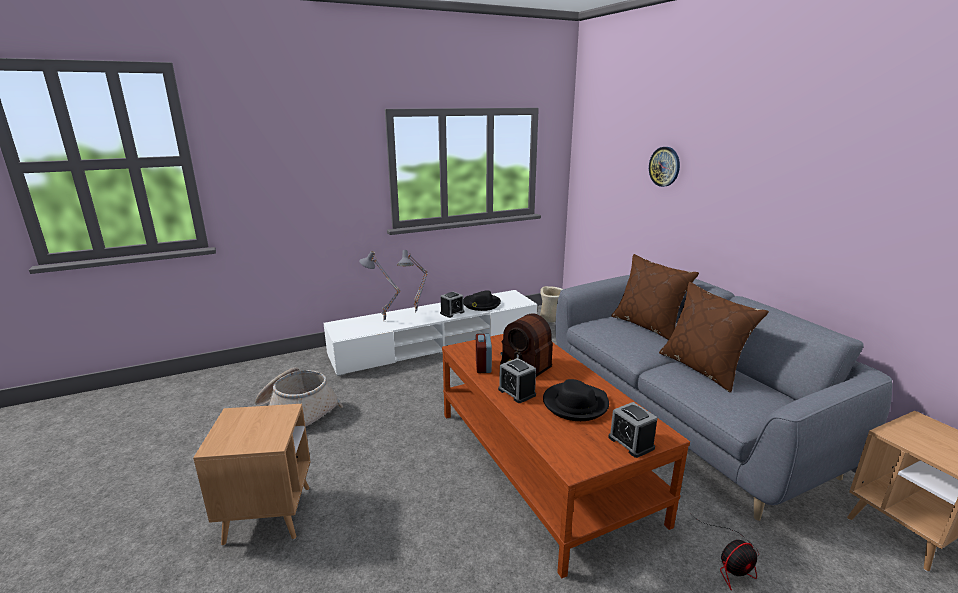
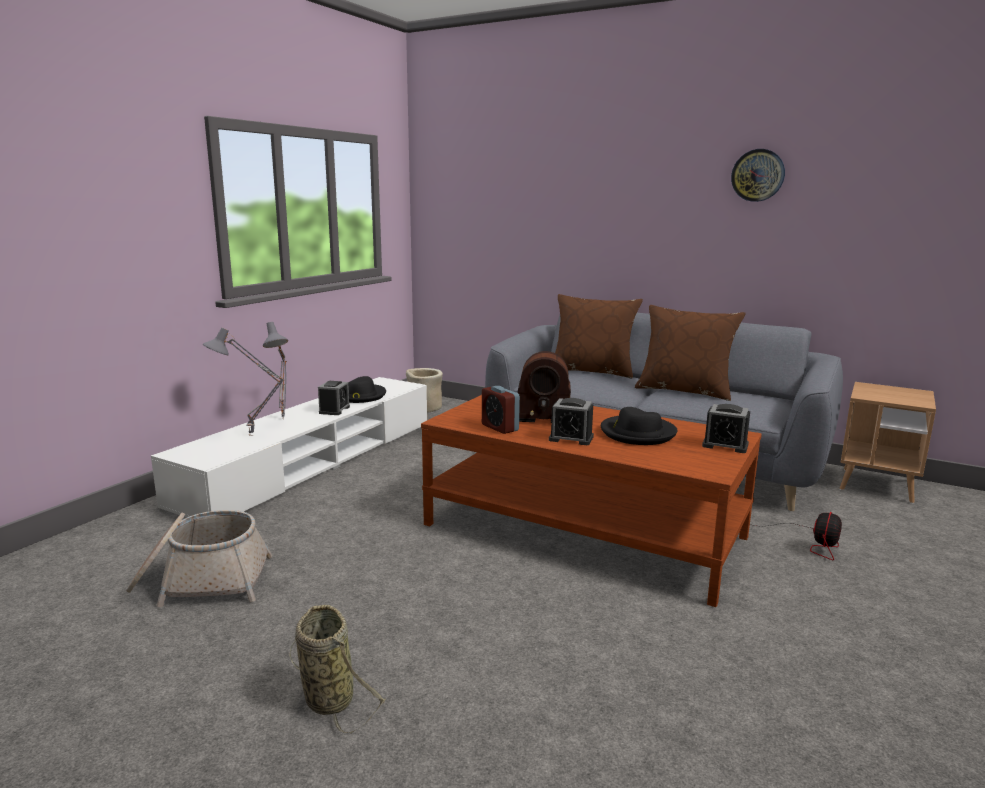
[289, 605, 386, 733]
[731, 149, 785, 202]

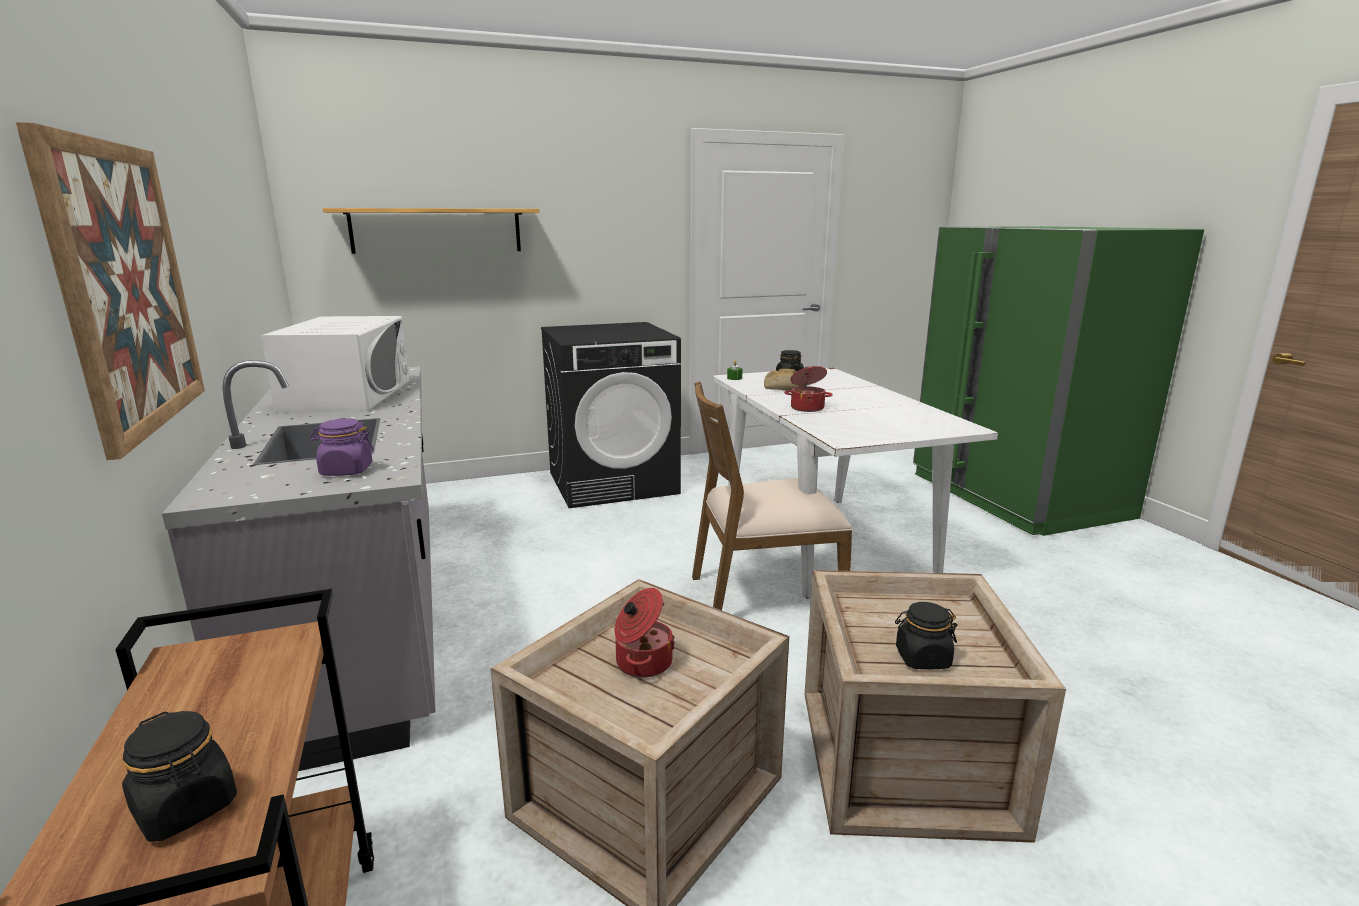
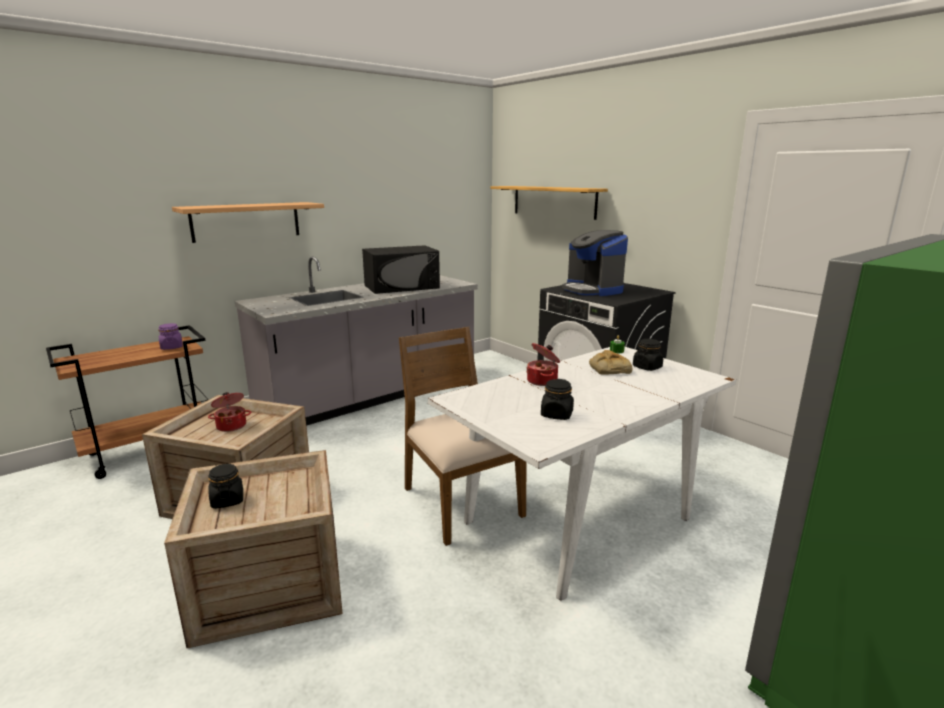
[172, 202, 324, 243]
[541, 379, 574, 420]
[362, 245, 440, 294]
[158, 323, 183, 350]
[562, 230, 628, 296]

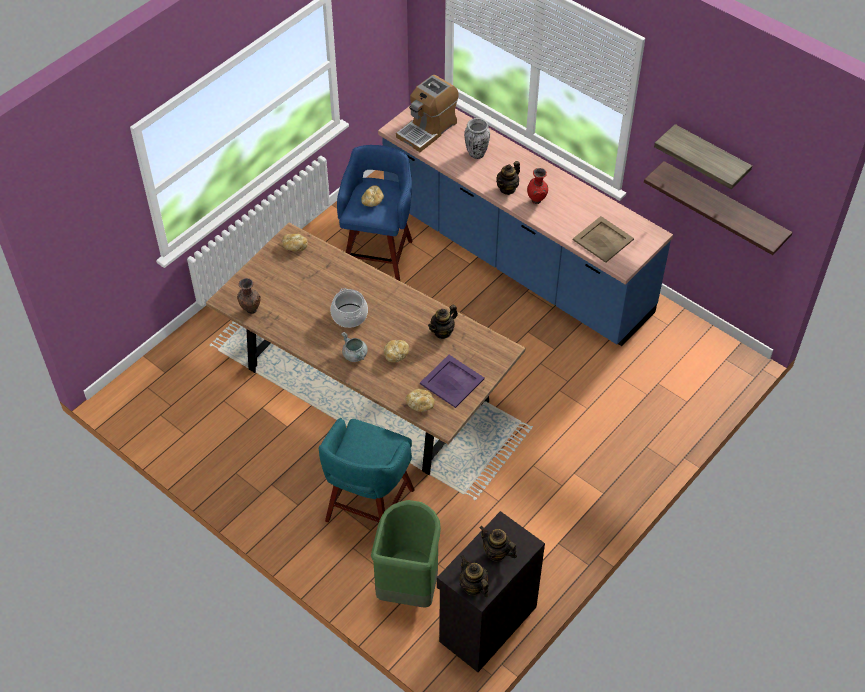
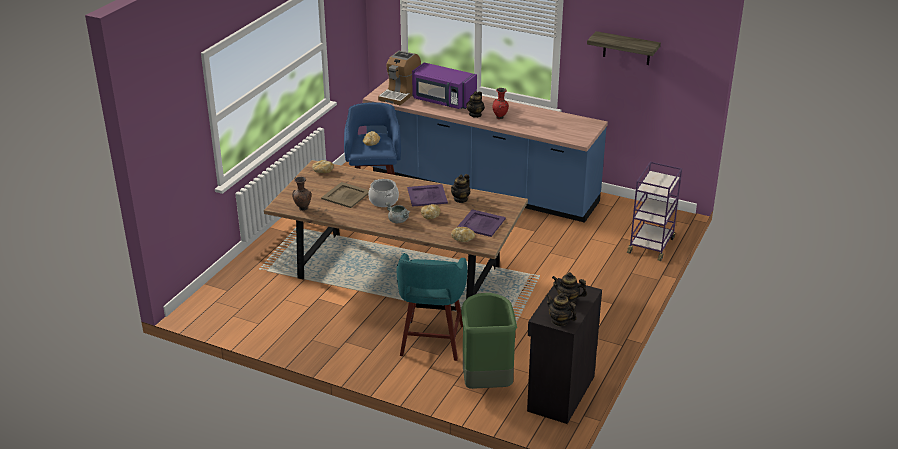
[412, 62, 477, 109]
[321, 182, 369, 208]
[644, 161, 793, 255] (first image)
[407, 184, 448, 207]
[627, 162, 682, 261]

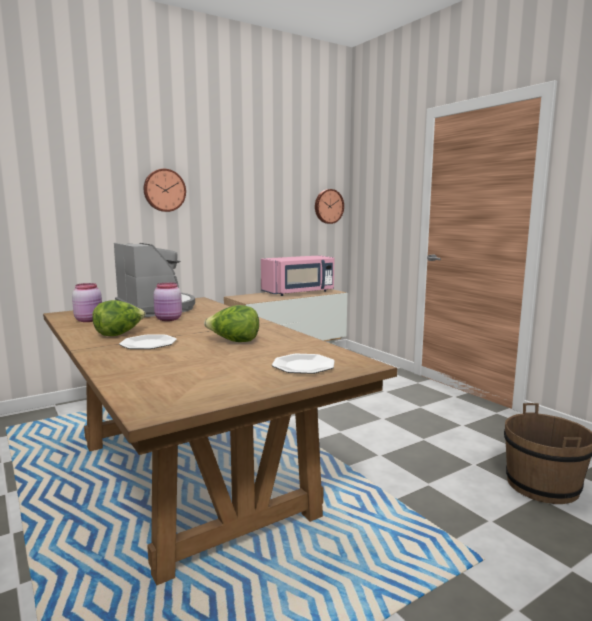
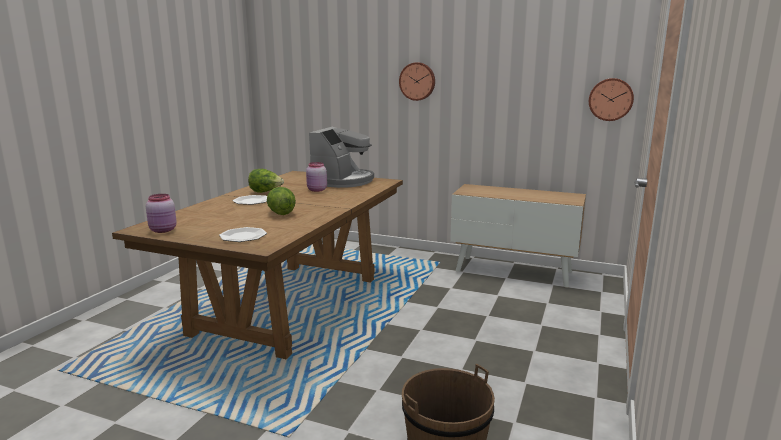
[146, 194, 177, 233]
[261, 255, 334, 296] (first image)

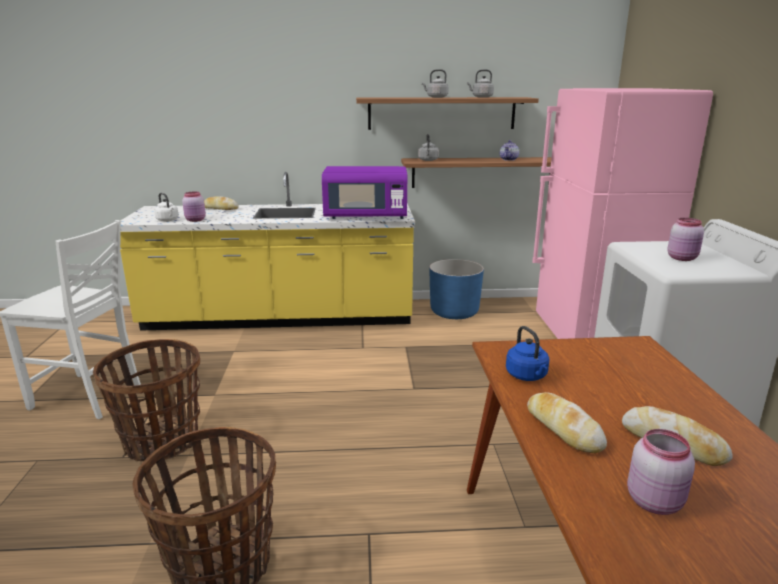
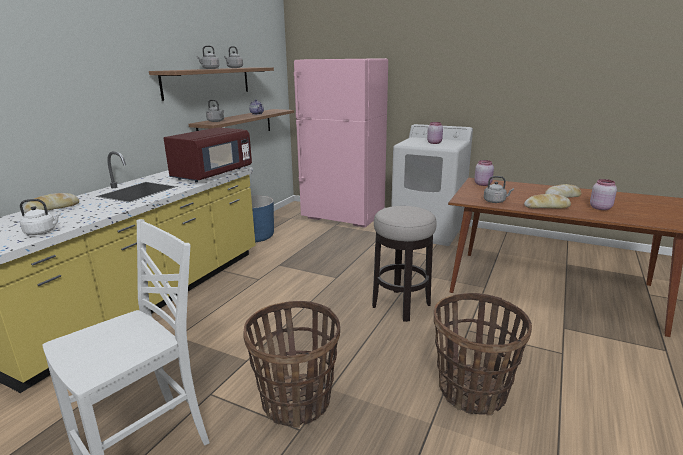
[474, 160, 494, 186]
[164, 127, 252, 182]
[484, 176, 514, 203]
[372, 206, 437, 322]

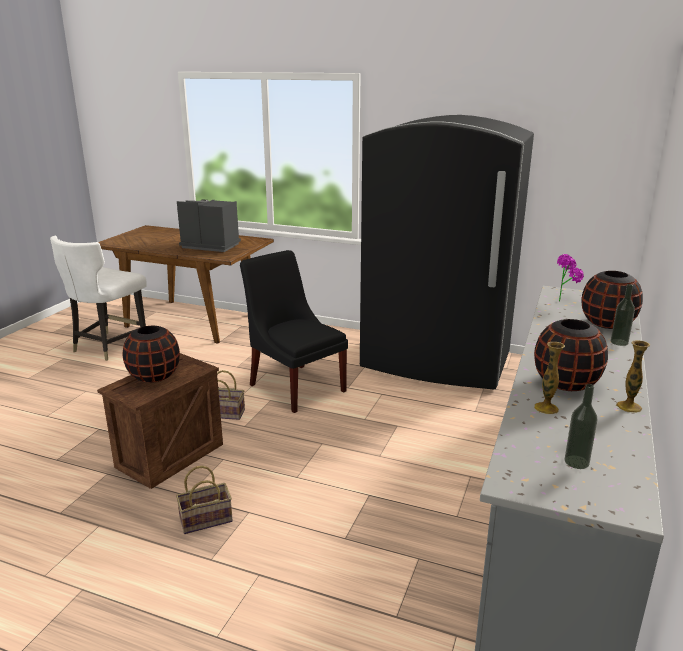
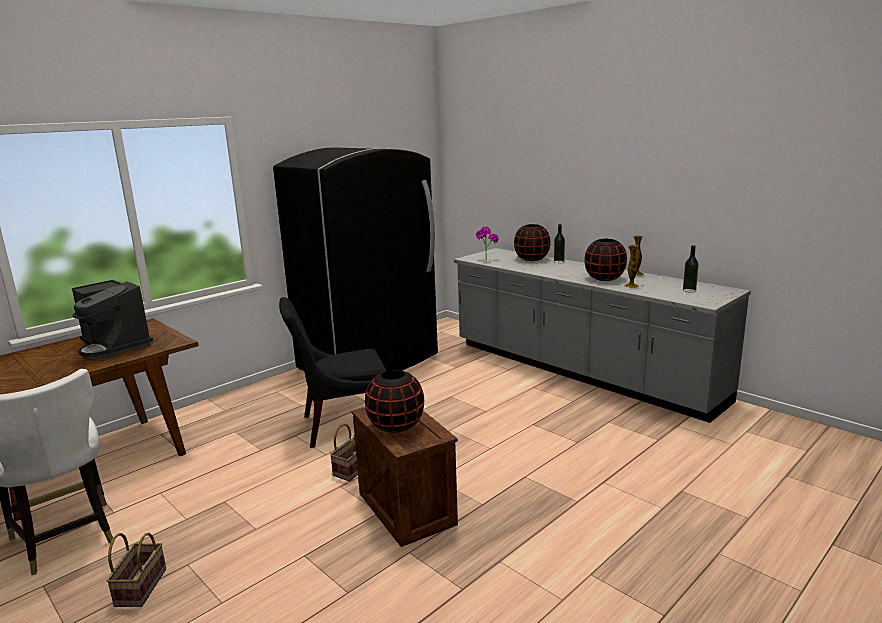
[106, 533, 166, 607]
[72, 280, 153, 360]

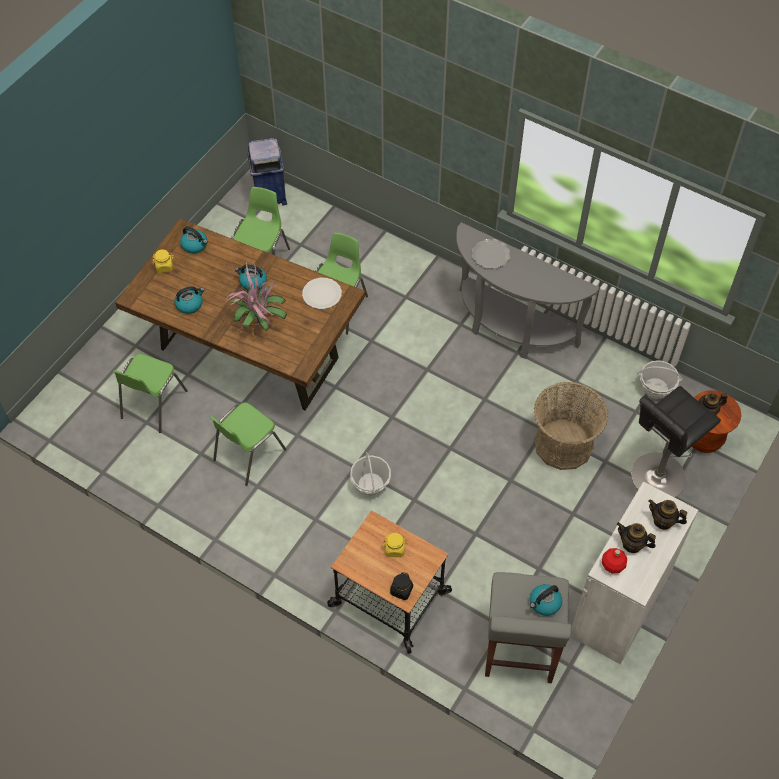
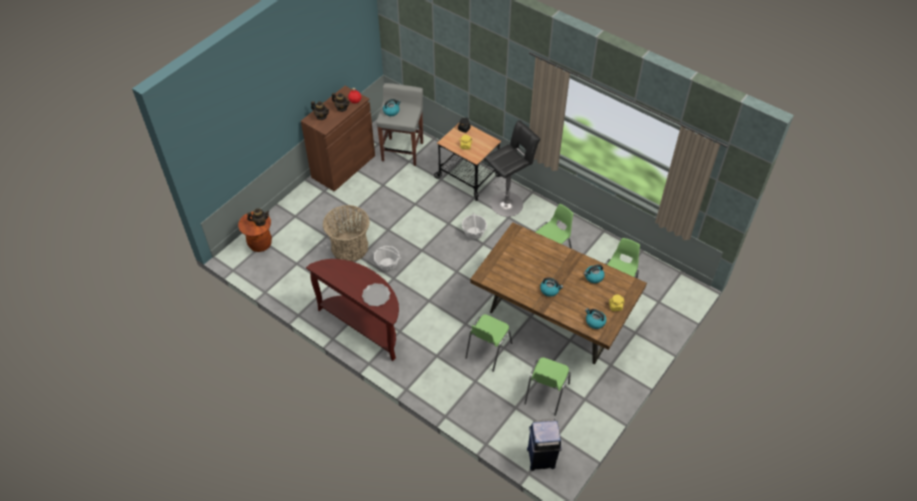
[227, 263, 287, 338] (first image)
[302, 278, 342, 309] (first image)
[306, 259, 399, 361]
[301, 86, 375, 192]
[485, 120, 540, 217]
[373, 246, 401, 271]

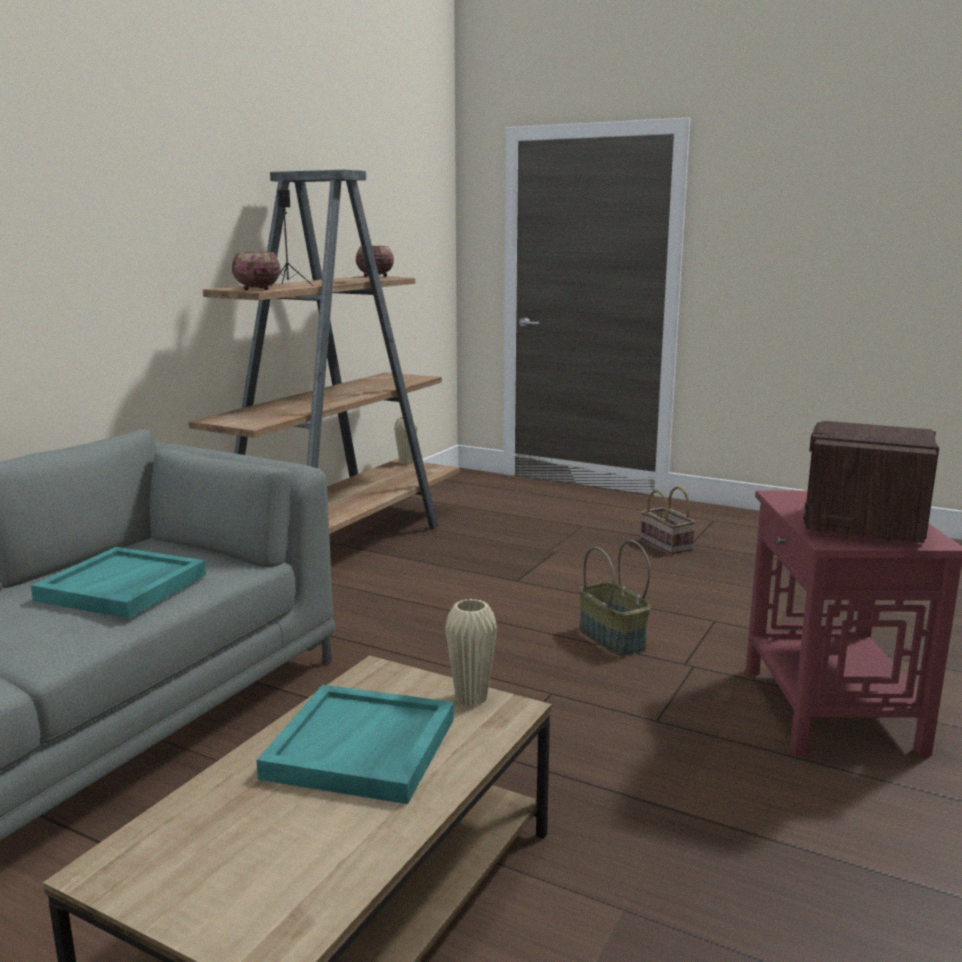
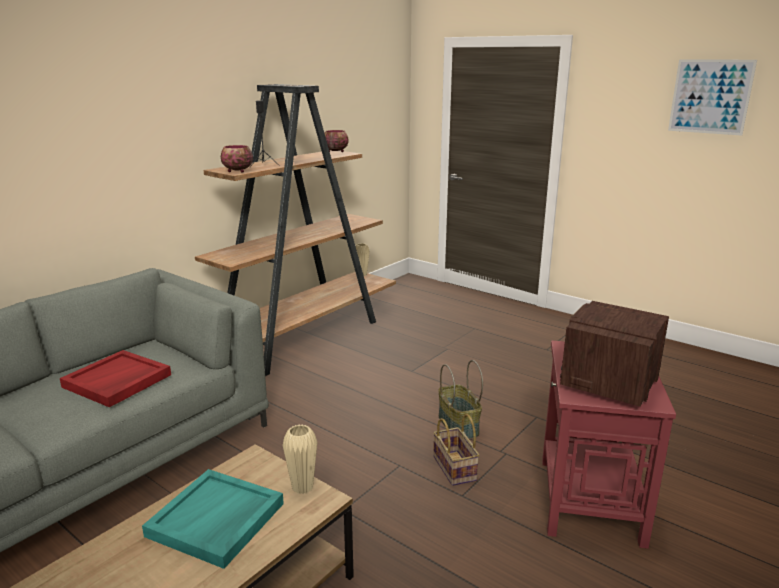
[60, 350, 171, 407]
[433, 414, 480, 486]
[668, 59, 757, 136]

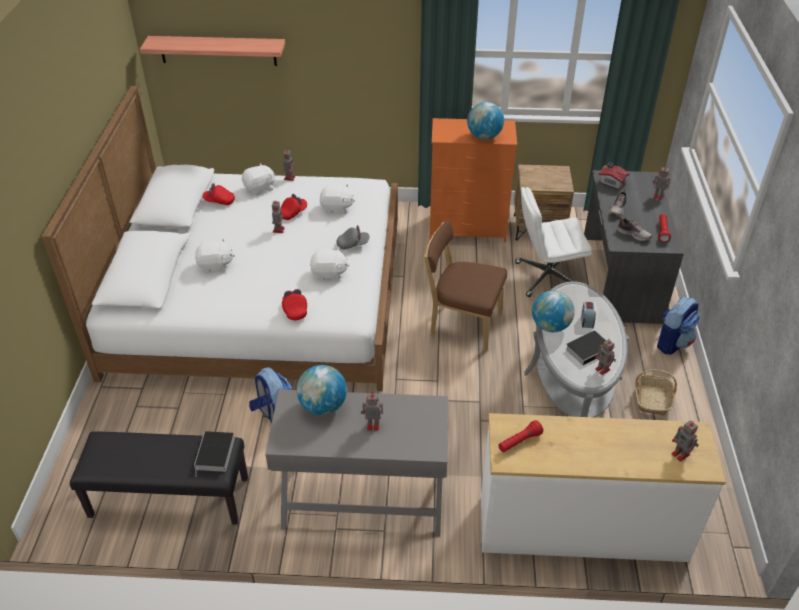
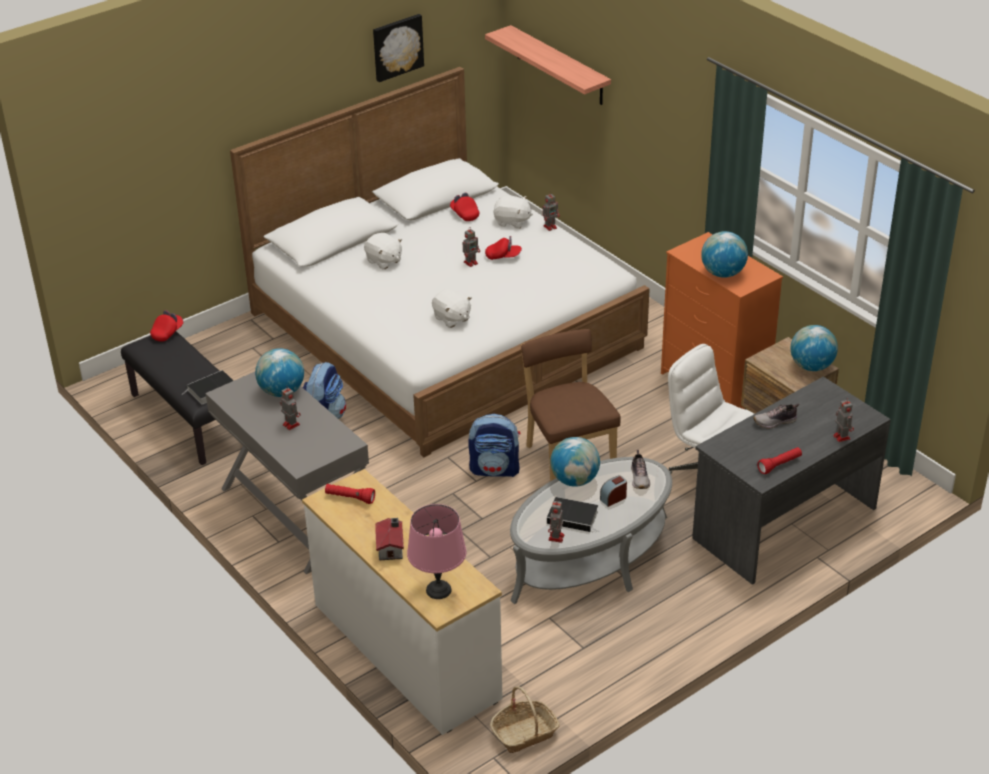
[150, 310, 183, 342]
[319, 184, 356, 214] (first image)
[336, 225, 370, 250] (first image)
[375, 518, 404, 560]
[631, 450, 650, 489]
[490, 686, 559, 753]
[468, 414, 520, 477]
[407, 504, 466, 599]
[373, 14, 424, 82]
[791, 325, 838, 371]

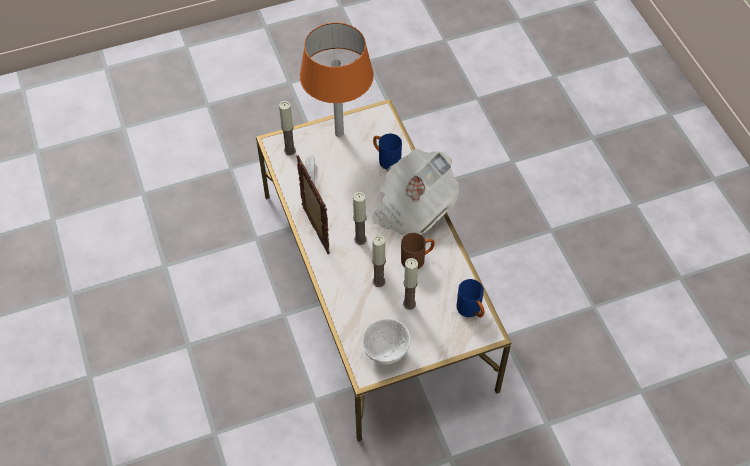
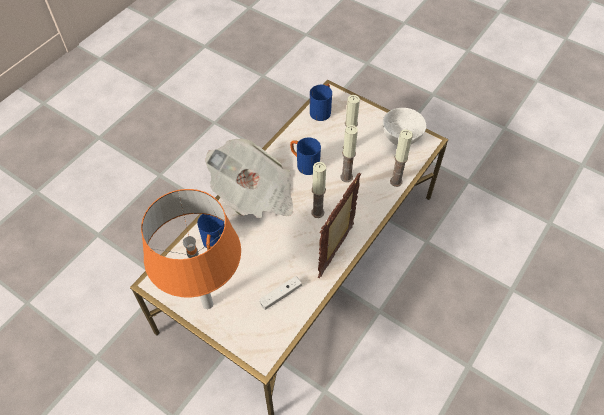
[390, 129, 413, 187]
[290, 137, 321, 175]

